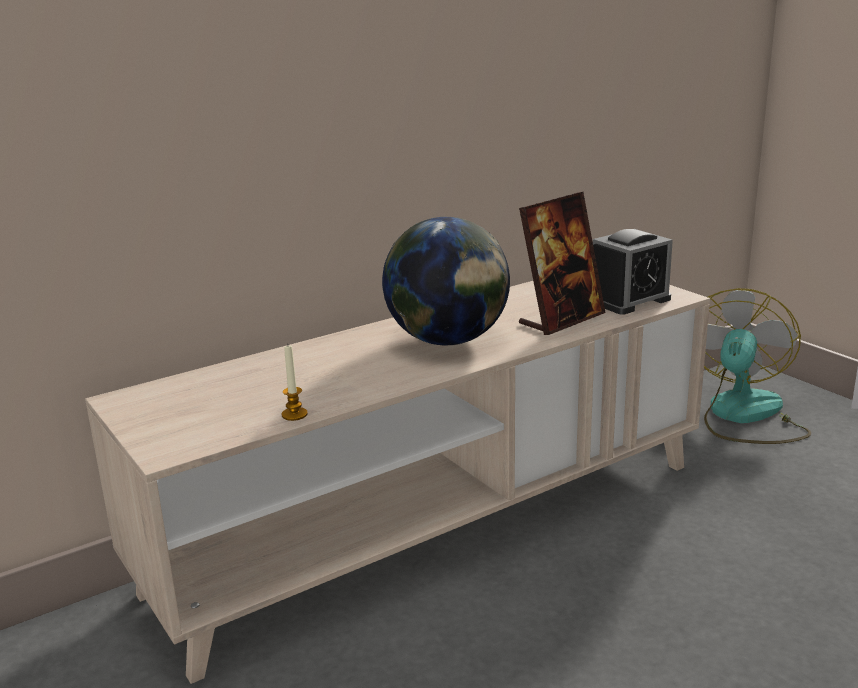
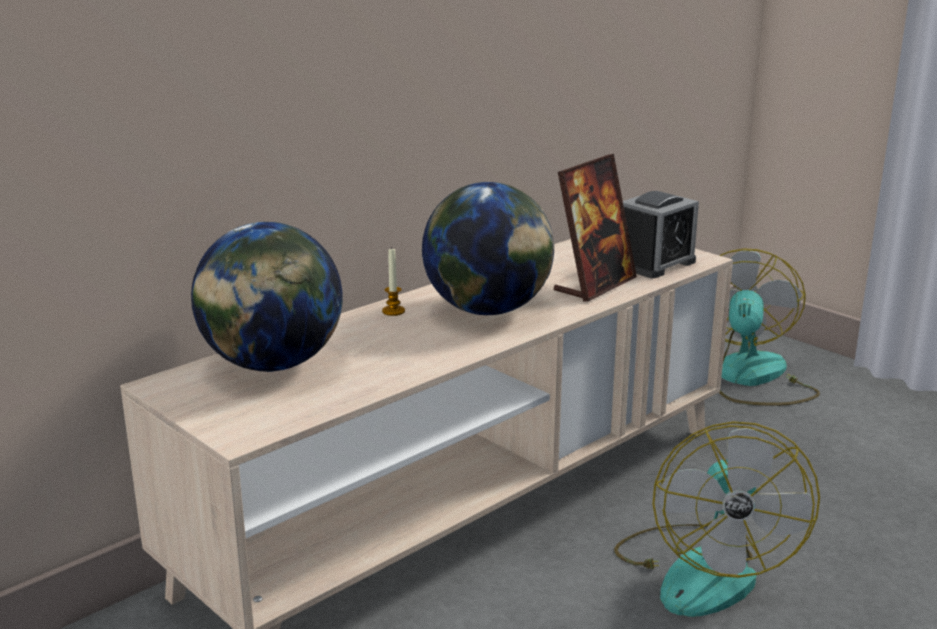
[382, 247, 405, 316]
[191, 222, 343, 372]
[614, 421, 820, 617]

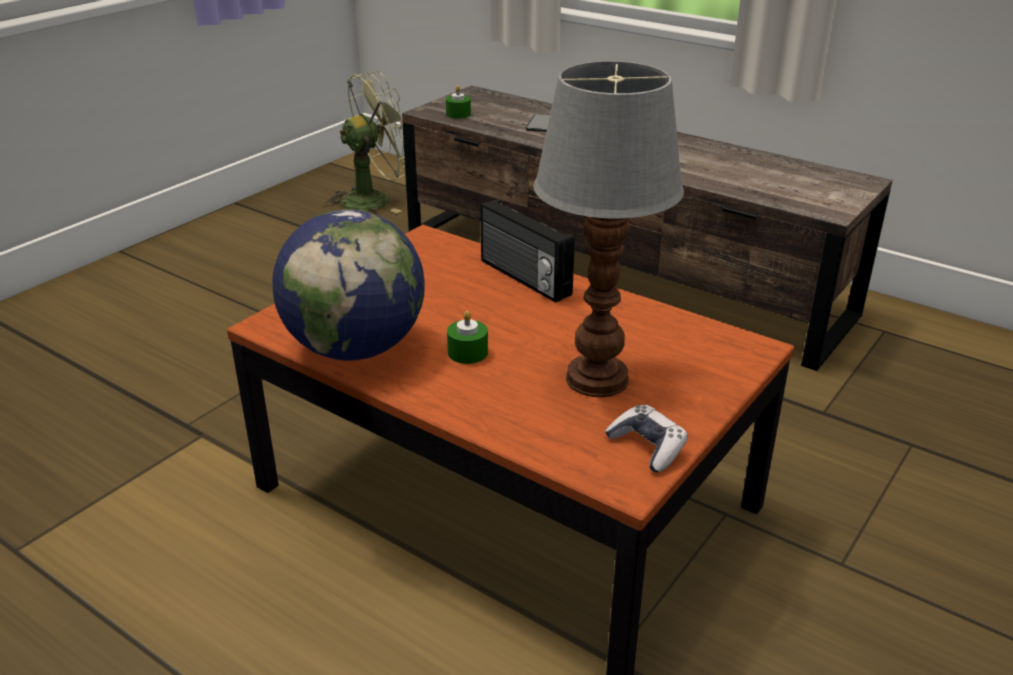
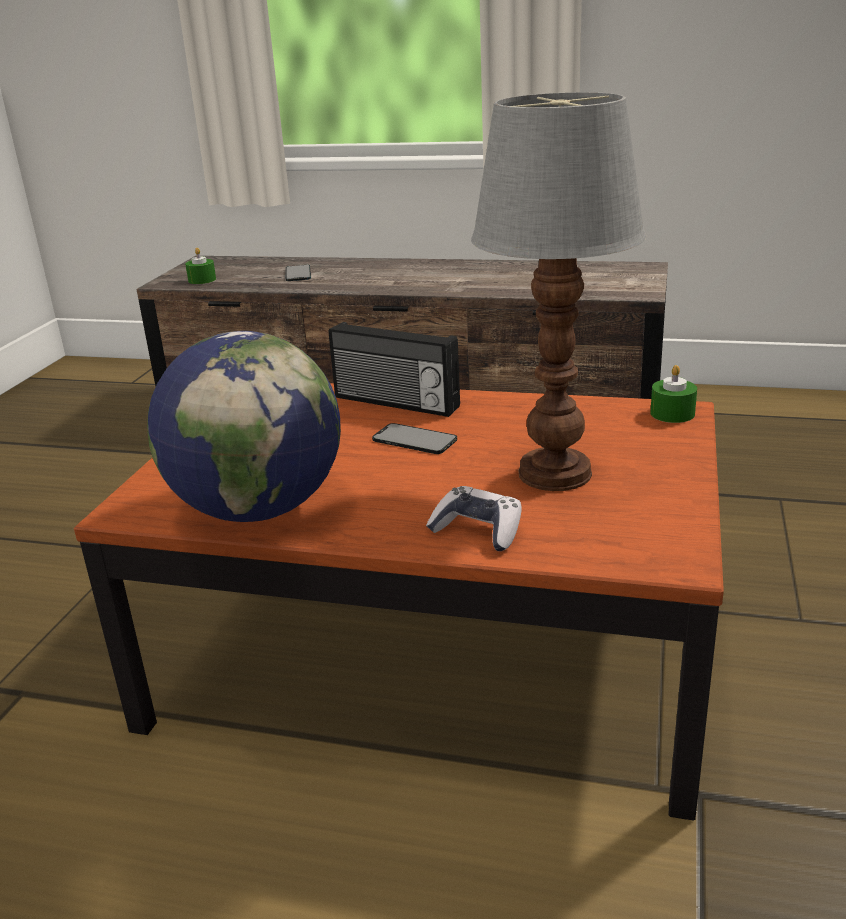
[325, 70, 405, 213] (first image)
[650, 365, 697, 423]
[426, 486, 522, 551]
[372, 423, 457, 454]

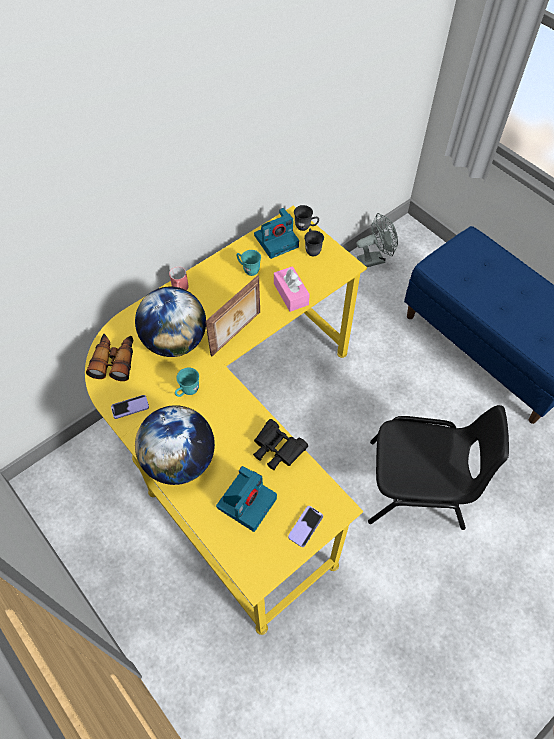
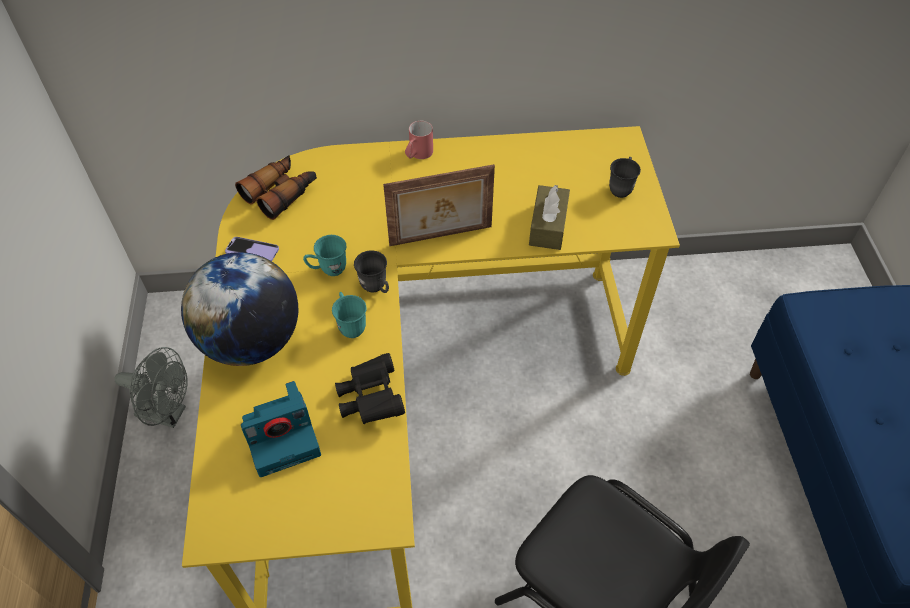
[135, 287, 206, 357] (first image)
[332, 292, 367, 338]
[254, 208, 299, 259] (first image)
[529, 185, 570, 250]
[288, 506, 323, 547] (first image)
[354, 250, 389, 293]
[114, 347, 188, 428]

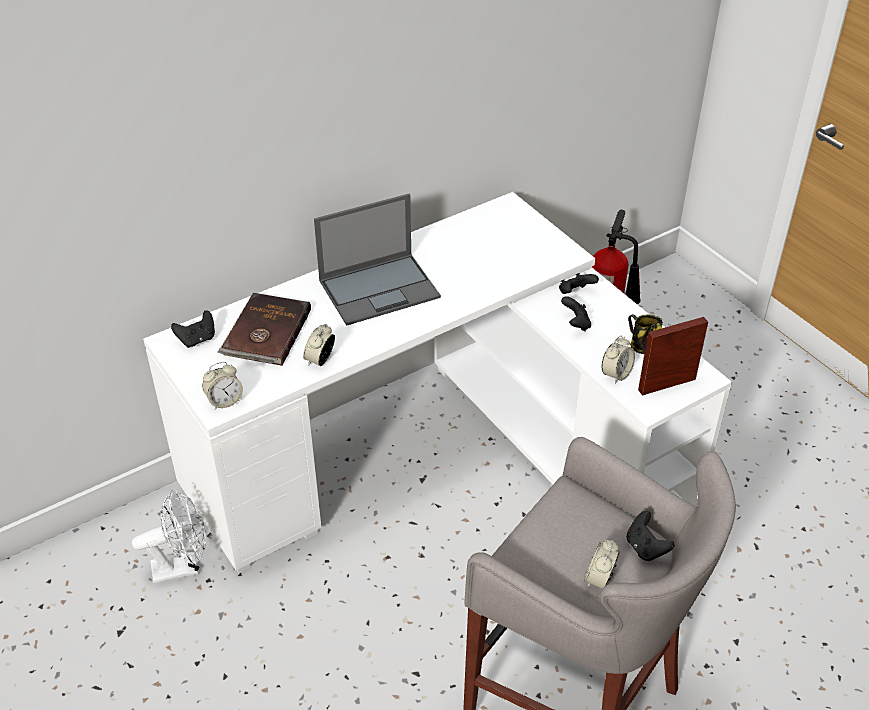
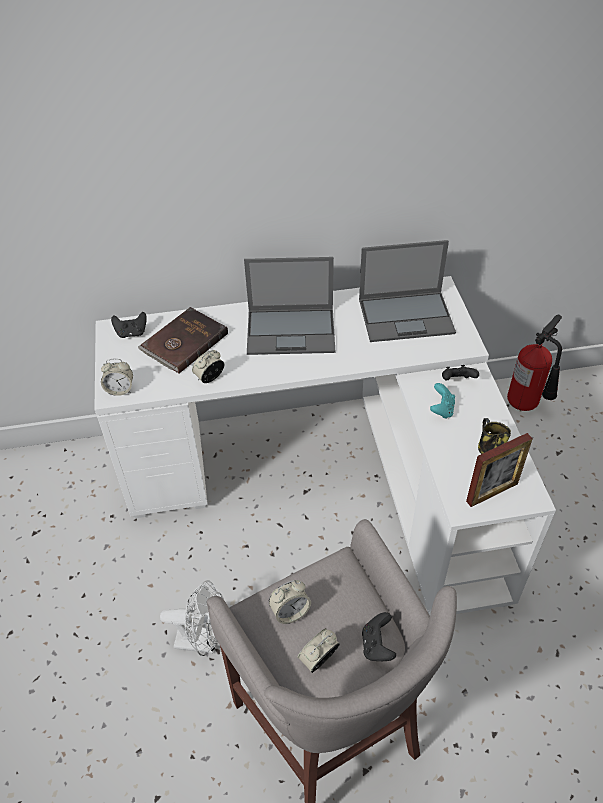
[160, 580, 224, 656]
[430, 383, 455, 419]
[269, 580, 311, 624]
[466, 433, 533, 507]
[359, 240, 456, 342]

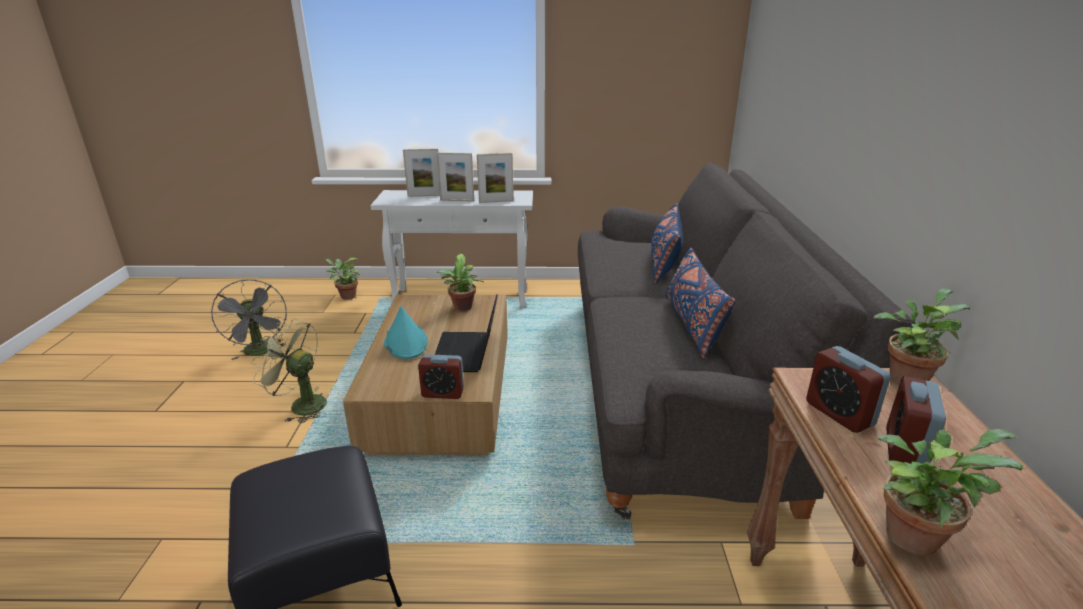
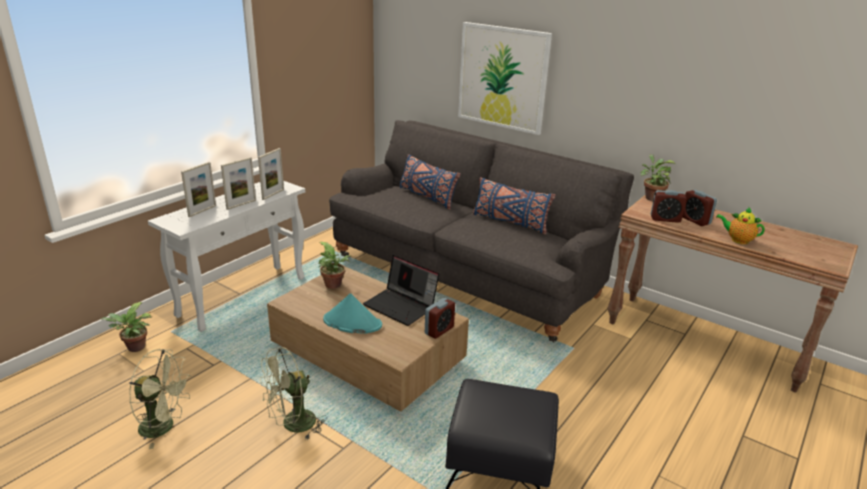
[129, 349, 191, 449]
[716, 207, 765, 244]
[458, 22, 552, 135]

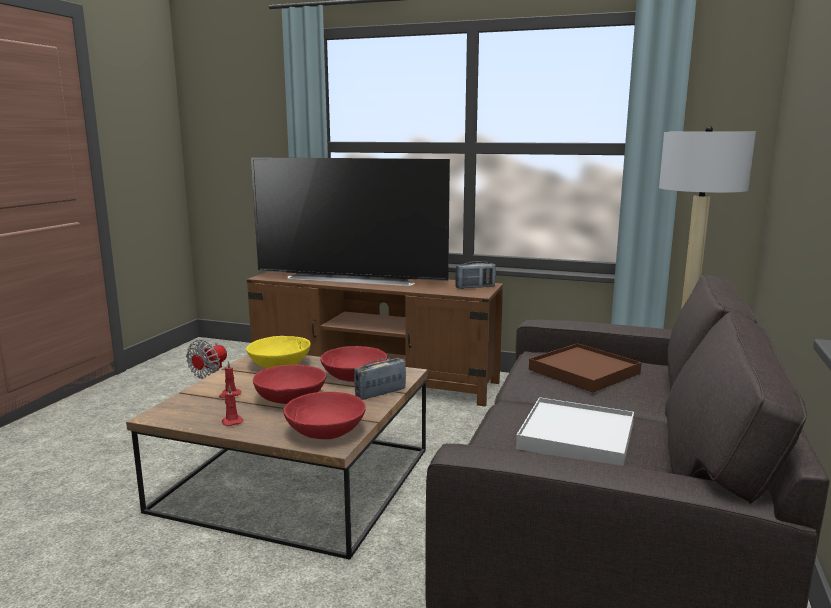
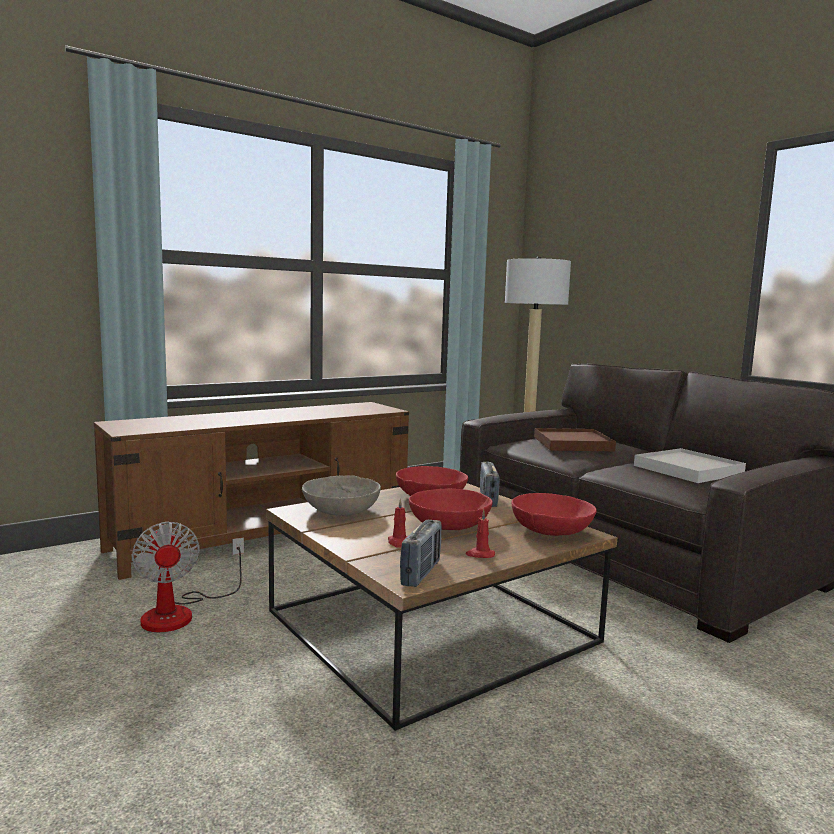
[302, 475, 381, 516]
[251, 157, 450, 286] (first image)
[400, 520, 441, 587]

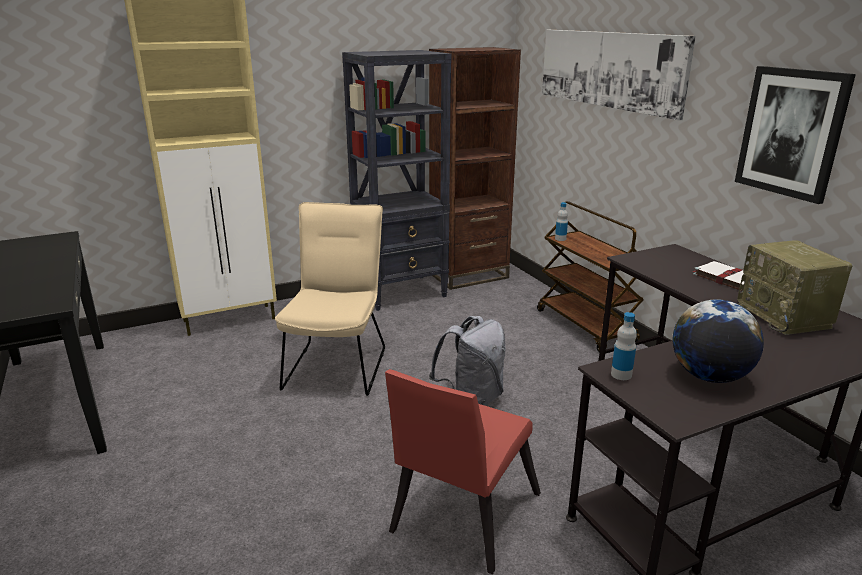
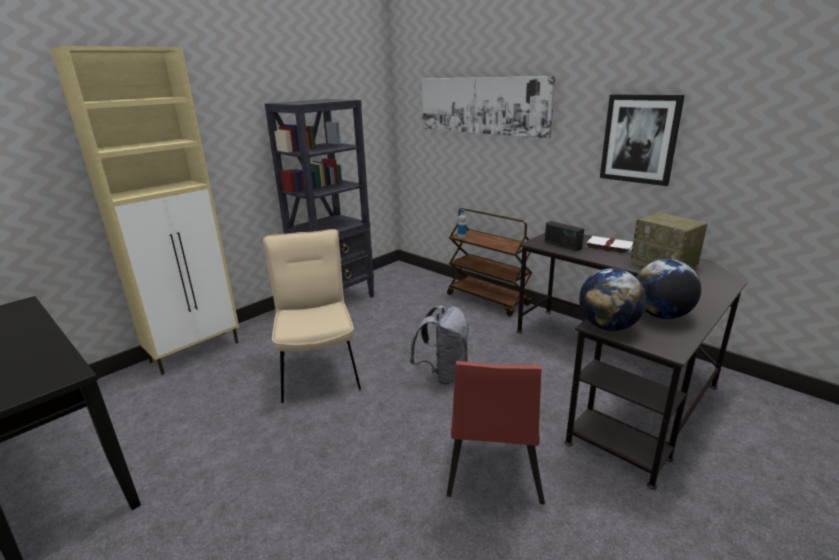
[429, 47, 521, 290] (first image)
[579, 268, 647, 331]
[545, 221, 584, 251]

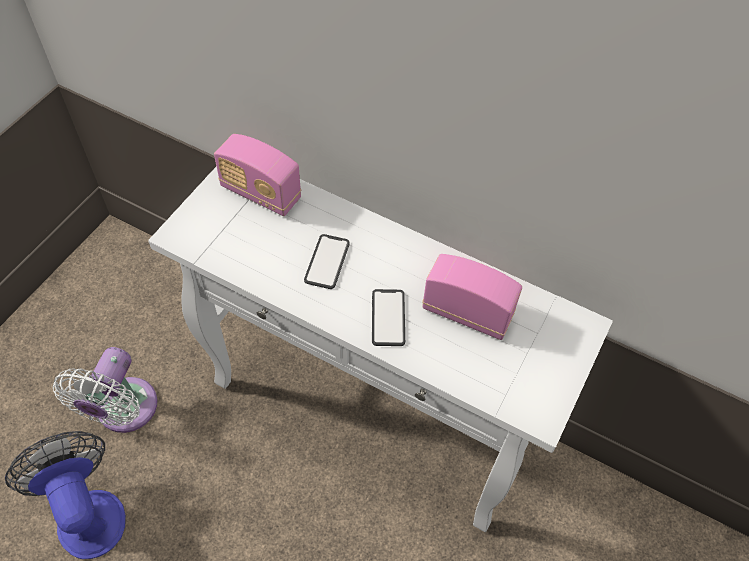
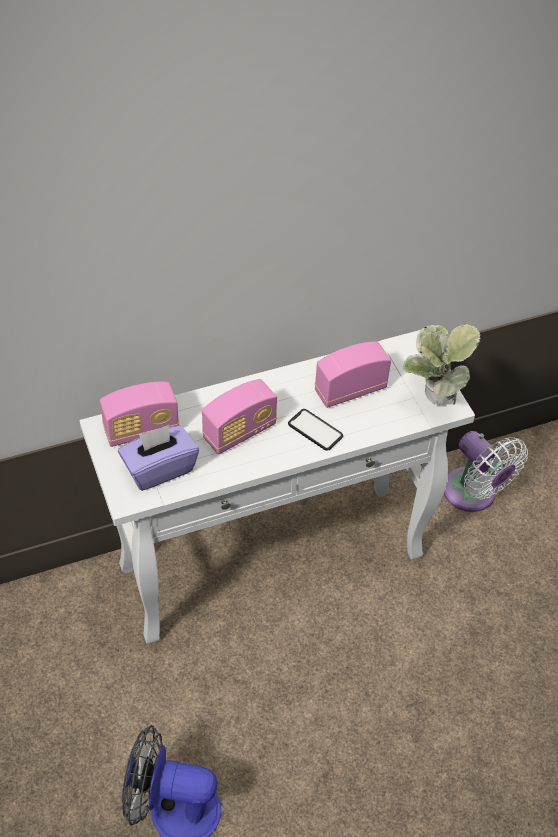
[444, 431, 528, 512]
[202, 379, 277, 454]
[118, 425, 199, 491]
[402, 324, 481, 405]

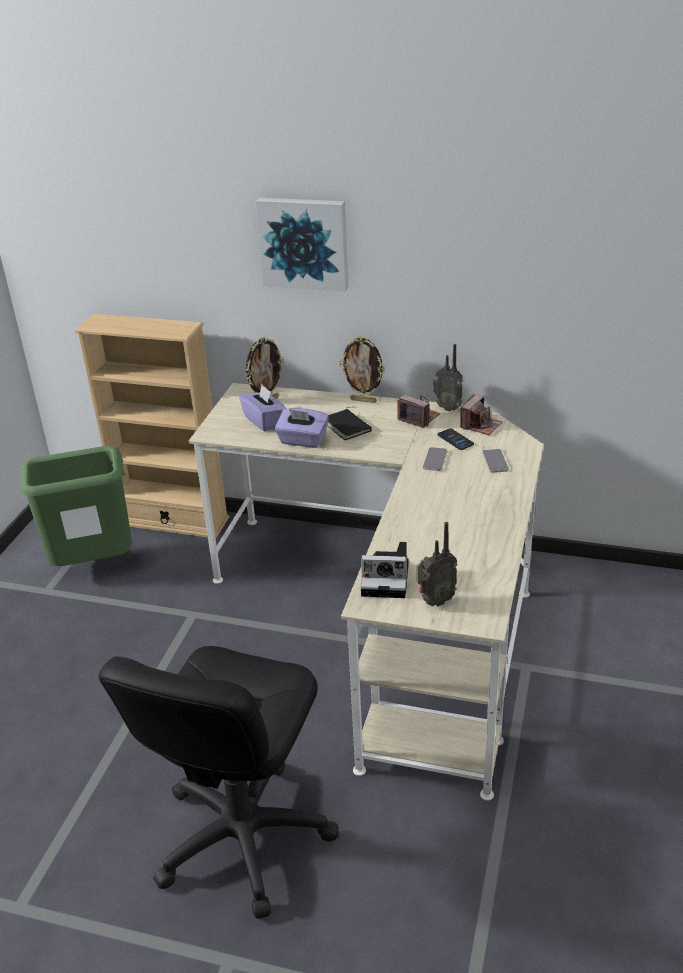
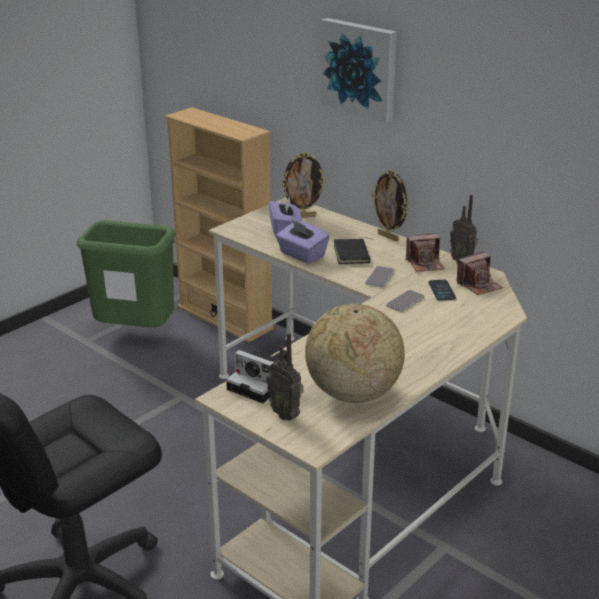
[405, 233, 445, 272]
[267, 333, 303, 421]
[366, 266, 394, 287]
[305, 304, 405, 403]

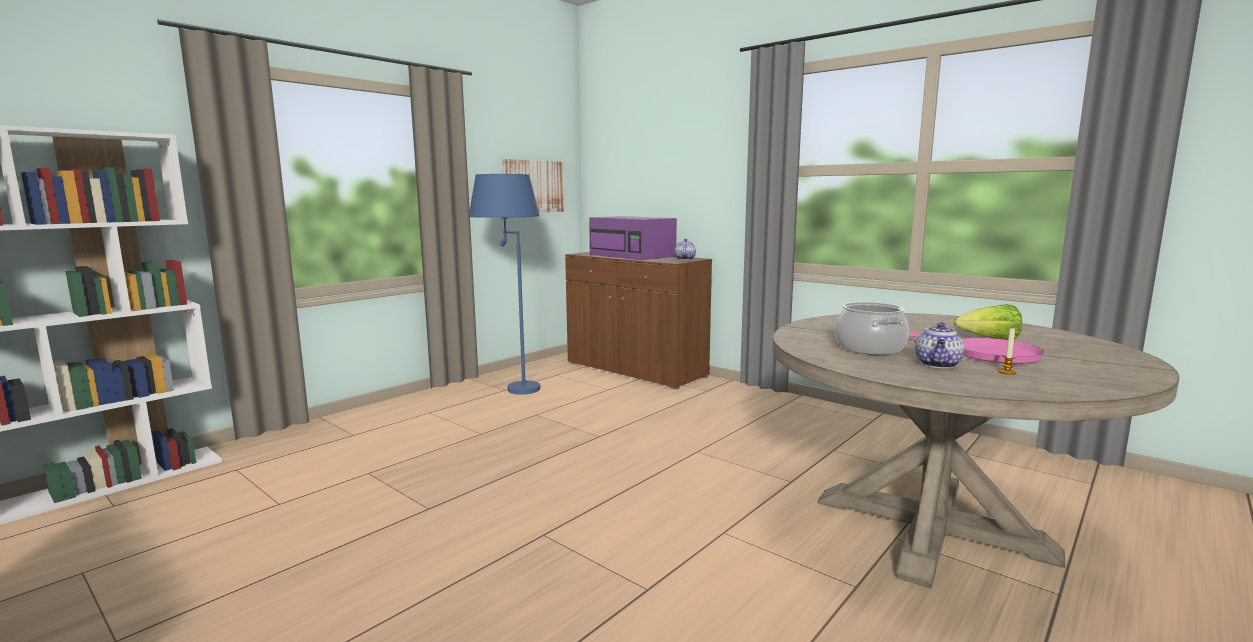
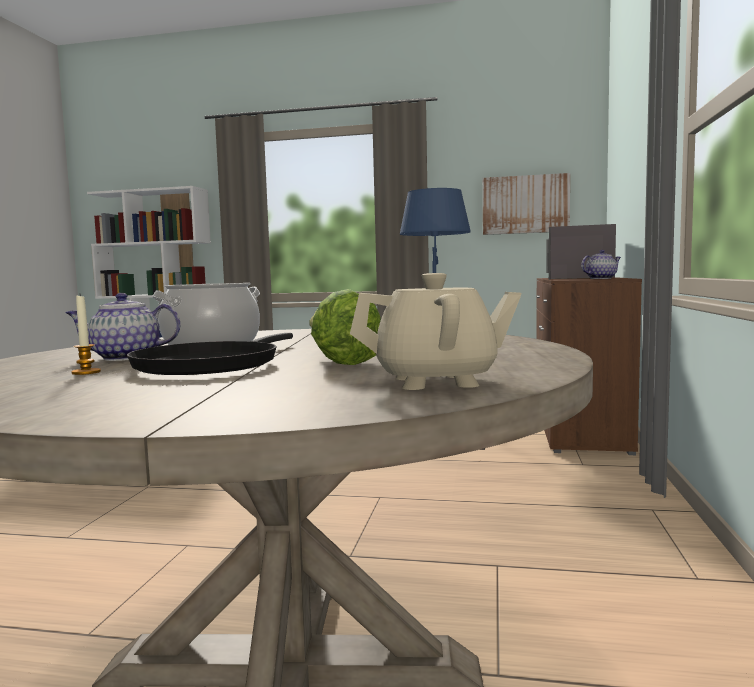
[546, 224, 616, 280]
[127, 333, 293, 375]
[350, 273, 521, 390]

